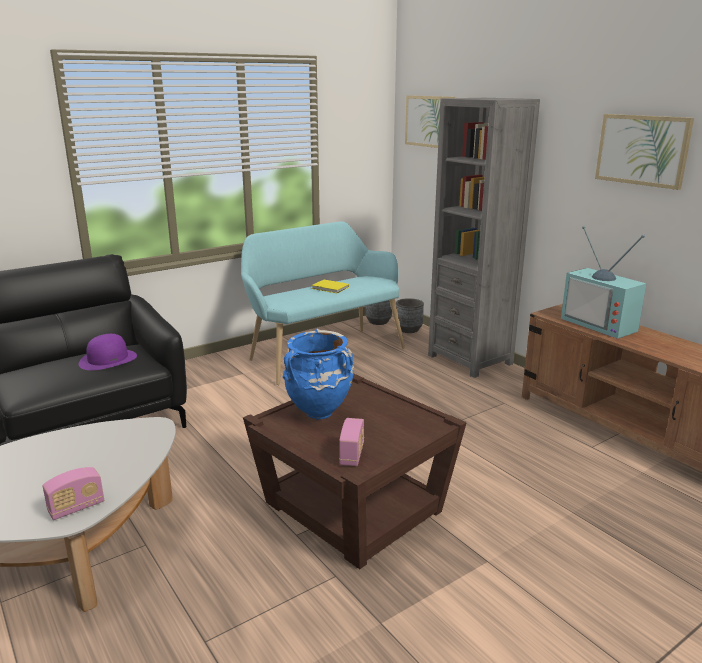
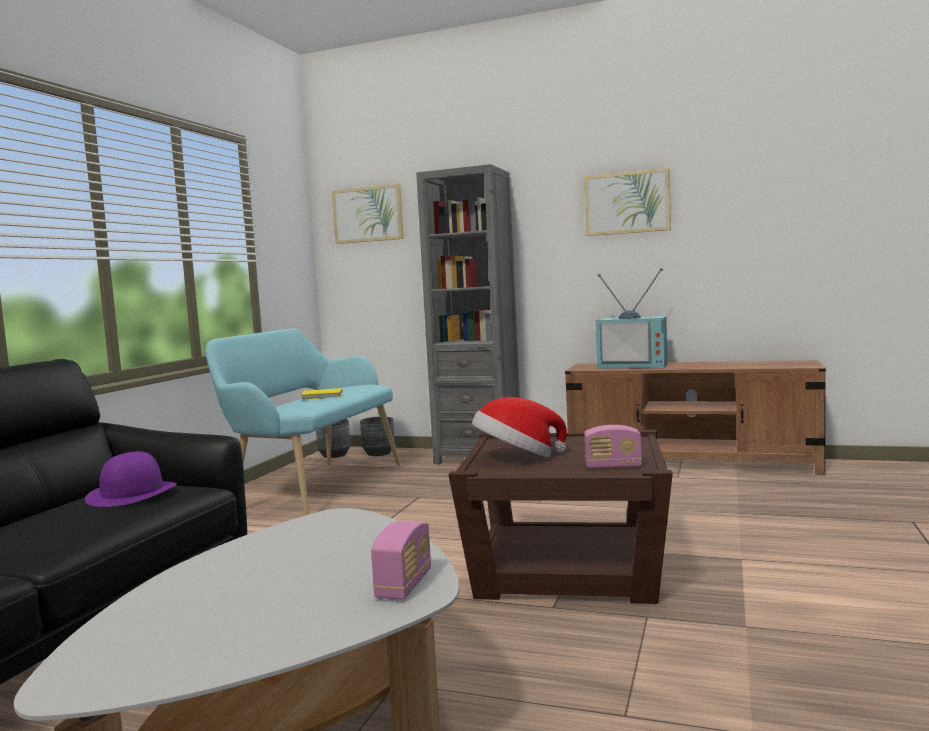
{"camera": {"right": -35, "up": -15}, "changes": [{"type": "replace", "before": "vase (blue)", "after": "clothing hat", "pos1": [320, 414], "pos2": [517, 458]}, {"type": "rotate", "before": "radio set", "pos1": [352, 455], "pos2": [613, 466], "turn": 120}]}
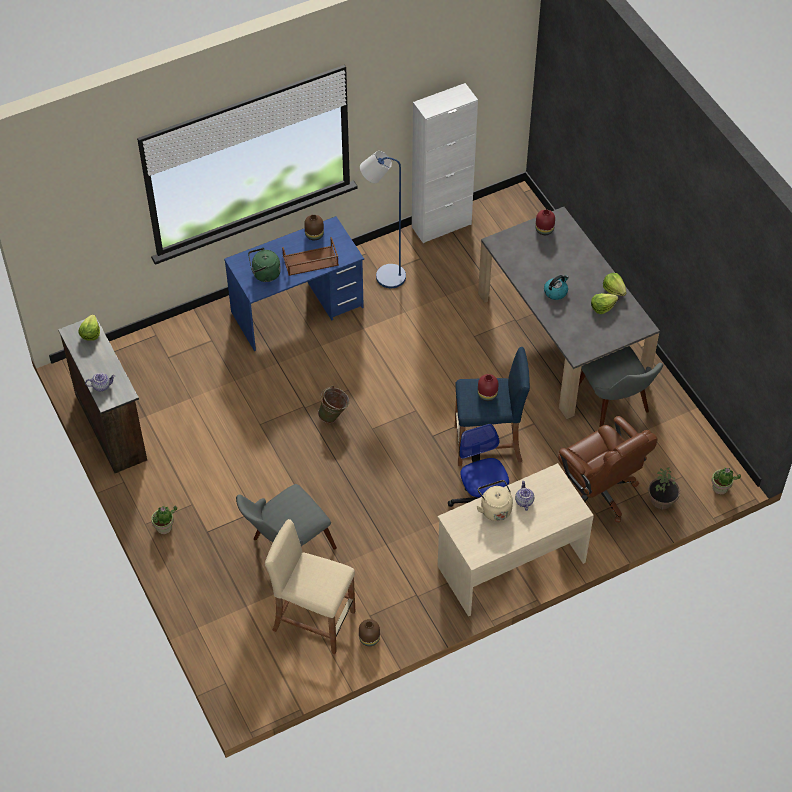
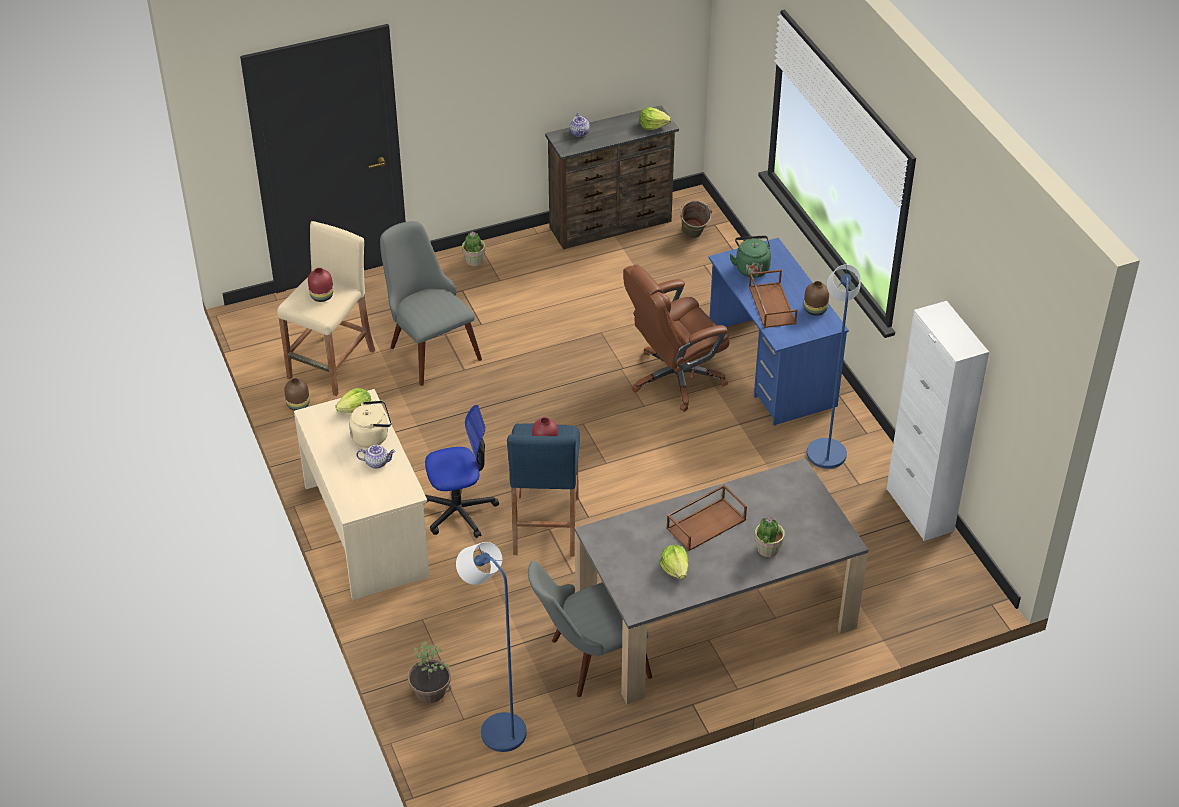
{"camera": {"right": 95, "up": -10}, "changes": [{"type": "move", "before": "vase (red-coloured)", "pos1": [544, 230], "pos2": [321, 296]}, {"type": "move", "before": "head of lettuce", "pos1": [614, 289], "pos2": [355, 409]}, {"type": "insert", "after": "standing lamp (blue)", "pos2": [497, 727]}, {"type": "move", "before": "computer chair (brown-coloured)", "pos1": [598, 493], "pos2": [675, 378]}, {"type": "replace", "before": "tea kettle", "after": "serving tray (brown-coloured)", "pos1": [555, 292], "pos2": [706, 523]}, {"type": "move", "before": "bucket (green)", "pos1": [334, 416], "pos2": [693, 237]}, {"type": "move", "before": "plant in a pot", "pos1": [720, 488], "pos2": [767, 549]}]}
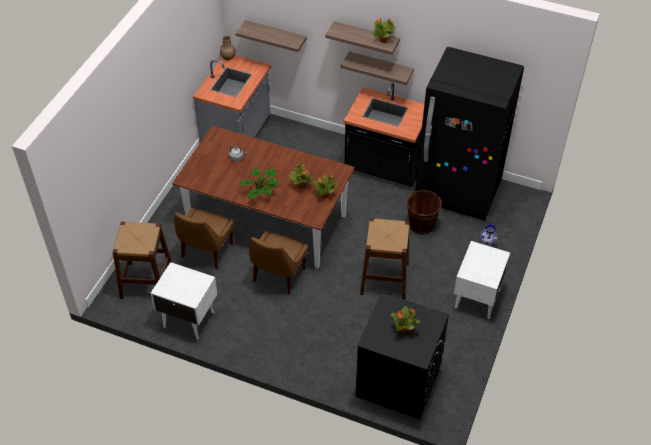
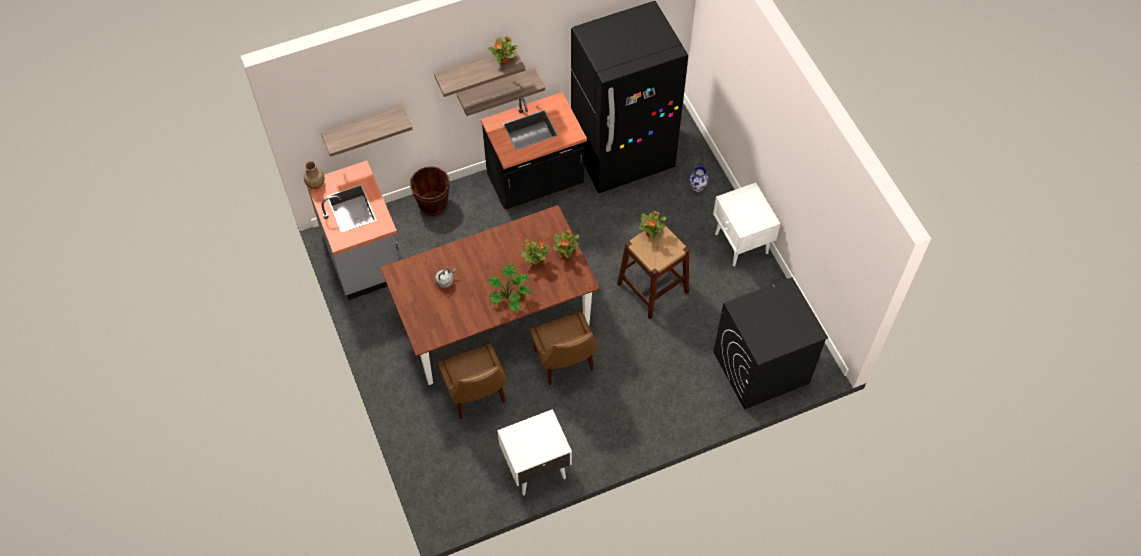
{"camera": {"right": -45, "up": 10}, "changes": [{"type": "move", "before": "bucket (brown-coloured)", "pos1": [421, 224], "pos2": [433, 204]}, {"type": "move", "before": "plant in a pot", "pos1": [404, 328], "pos2": [651, 233]}, {"type": "delete", "before": "sitting stool (brown-coloured)", "pos1": [146, 281]}]}
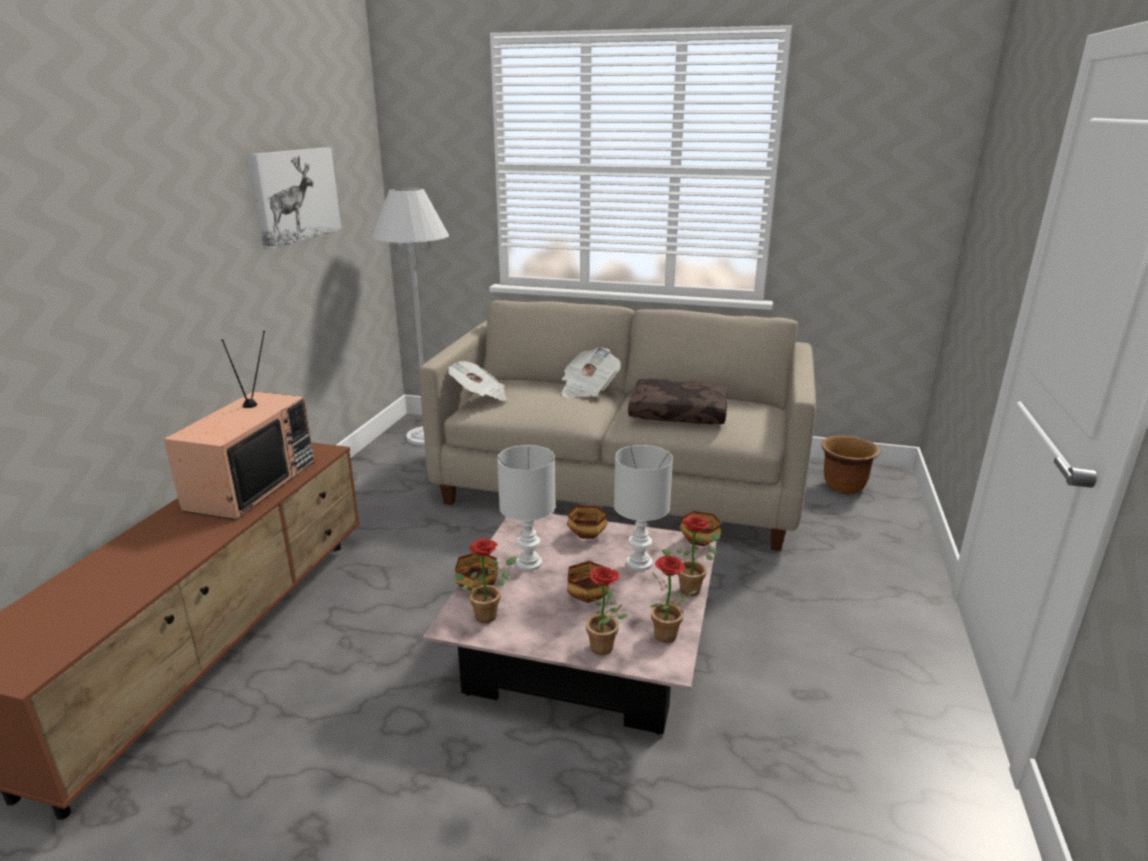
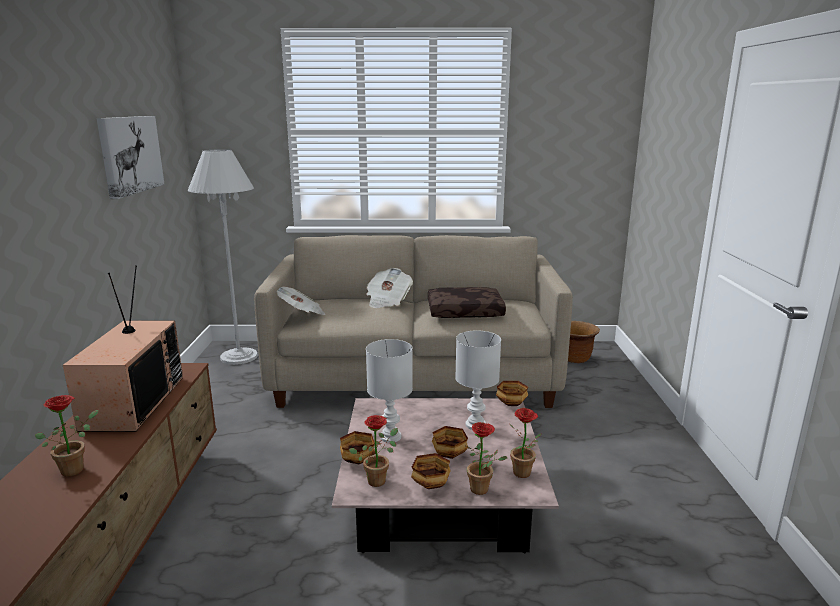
{"camera": {"right": -15, "up": -5}, "changes": [{"type": "move", "before": "plant in a pot", "pos1": [692, 588], "pos2": [76, 468]}, {"type": "move", "before": "serving bowl", "pos1": [585, 535], "pos2": [429, 484]}]}
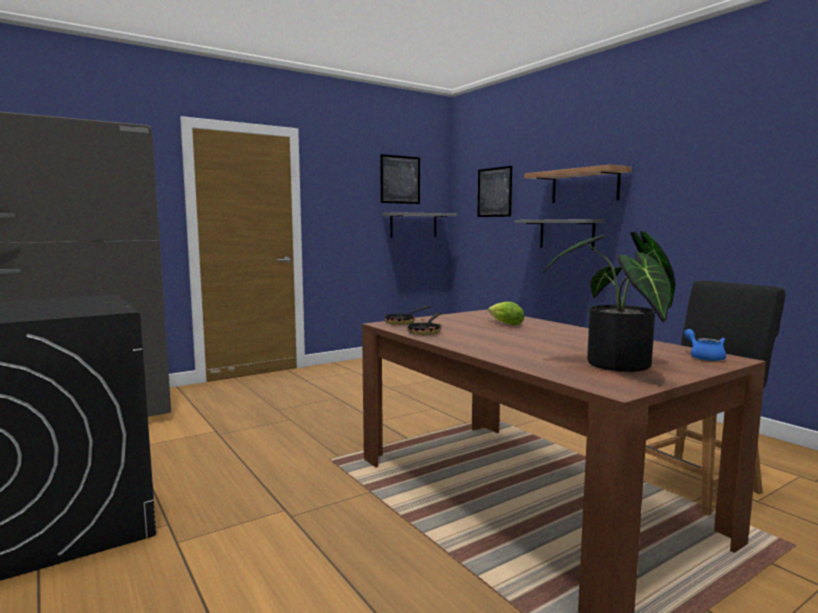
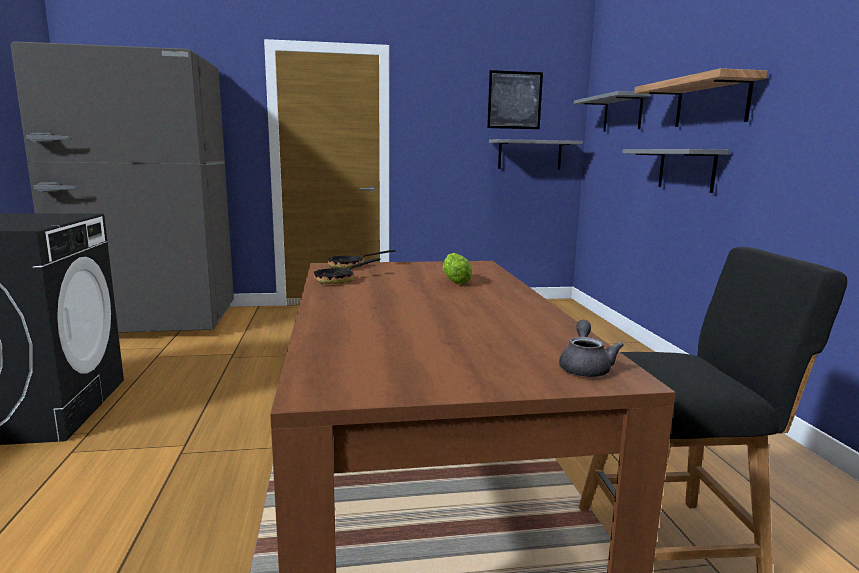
{"camera": {"right": 25, "up": 5}, "changes": [{"type": "recolor", "before": "tea pot (blue)", "after": "tea pot (grey)", "pos1": [704, 357], "pos2": [585, 367]}, {"type": "replace", "before": "wall picture", "after": "bracket shelf (grey)", "pos1": [494, 192], "pos2": [622, 113]}, {"type": "delete", "before": "plant in a pot", "pos1": [617, 366]}]}
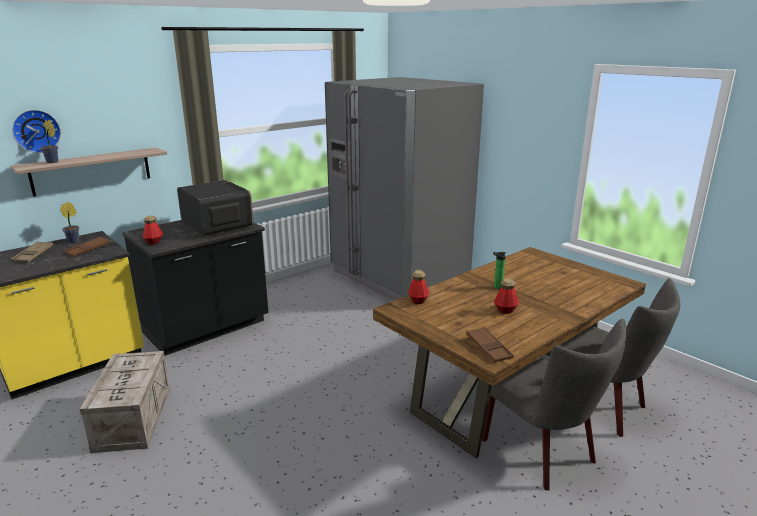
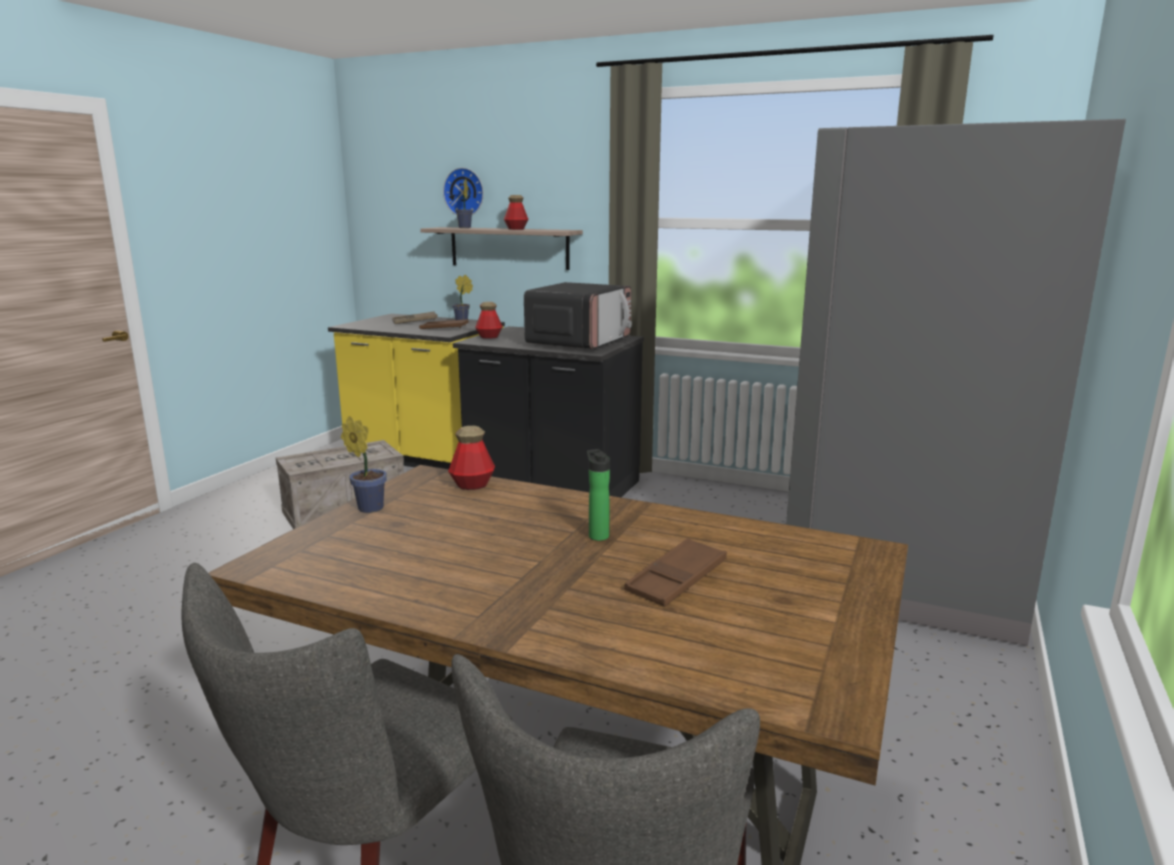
{"camera": {"right": 65, "up": -5}, "changes": [{"type": "insert", "after": "plant in a pot", "pos2": [368, 507]}, {"type": "move", "before": "drink bottle", "pos1": [505, 310], "pos2": [516, 229]}, {"type": "move", "before": "serving tray (brown-coloured)", "pos1": [488, 348], "pos2": [676, 579]}]}
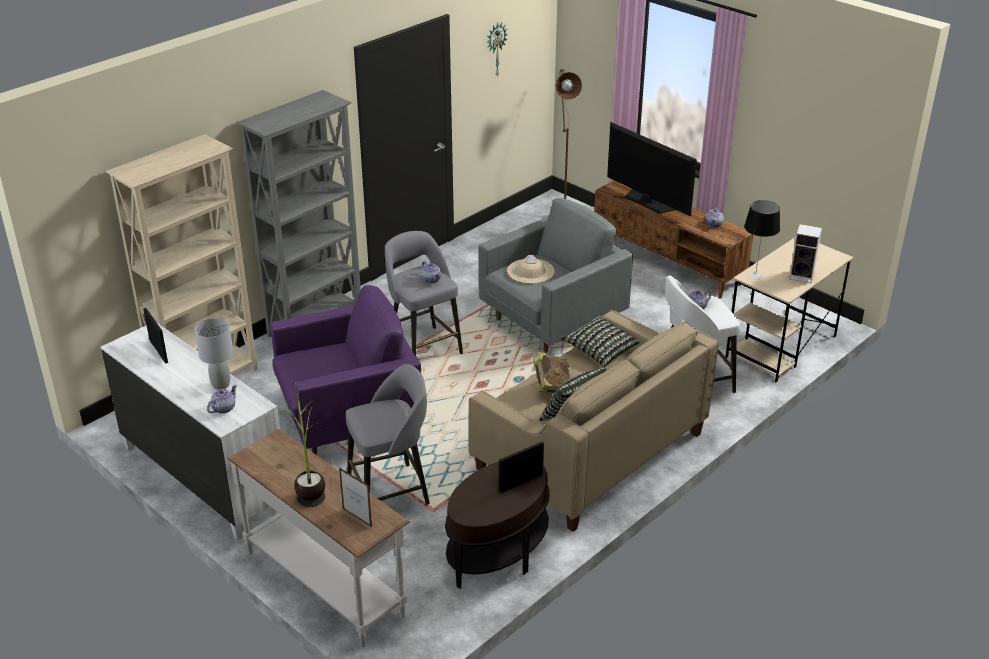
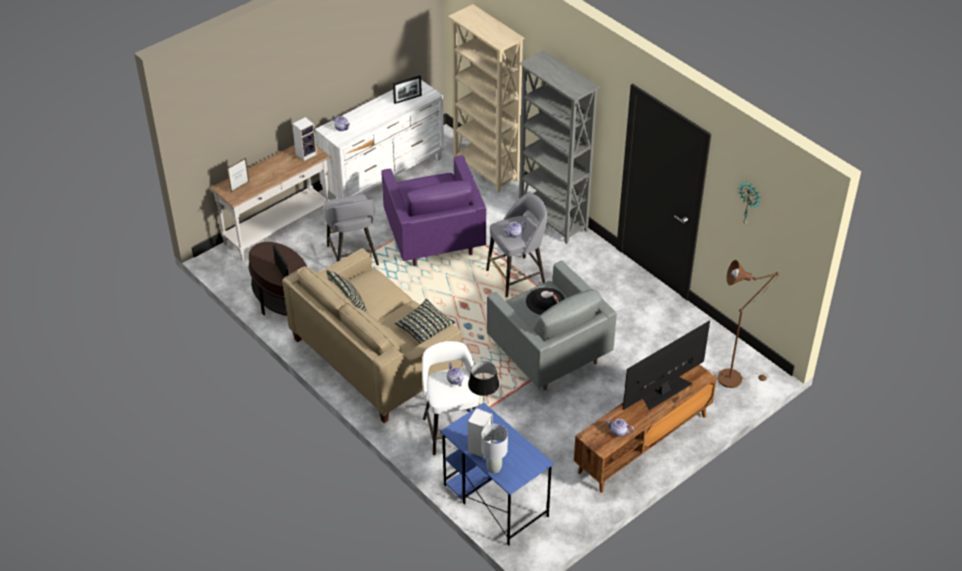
{"camera": {"right": 95, "up": 10}, "changes": [{"type": "insert", "after": "loudspeaker", "pos2": [306, 153]}, {"type": "recolor", "before": "desk table (beige)", "after": "desk table (blue)", "pos1": [780, 347], "pos2": [495, 500]}, {"type": "move", "before": "table lamp (grey)", "pos1": [221, 384], "pos2": [494, 468]}, {"type": "recolor", "before": "clothing hat (beige)", "after": "clothing hat (black-coloured)", "pos1": [530, 271], "pos2": [545, 302]}, {"type": "delete", "before": "plant in a pot", "pos1": [309, 485]}, {"type": "delete", "before": "book", "pos1": [552, 387]}]}
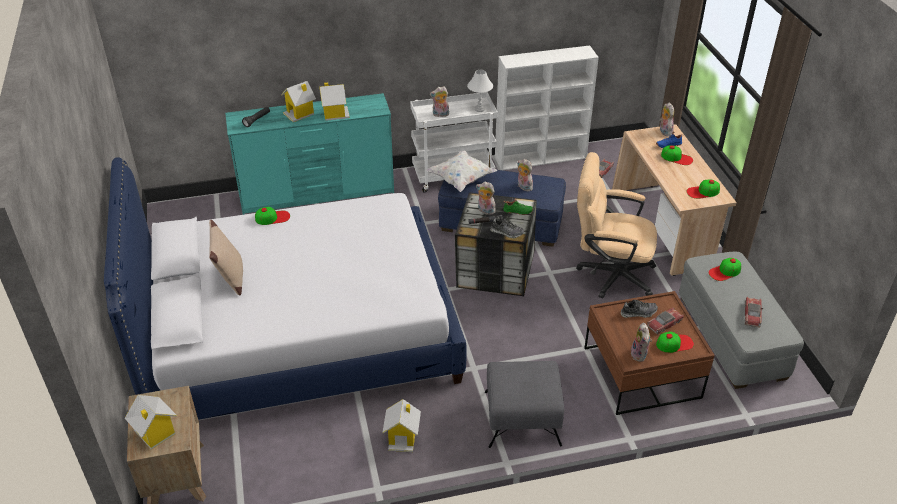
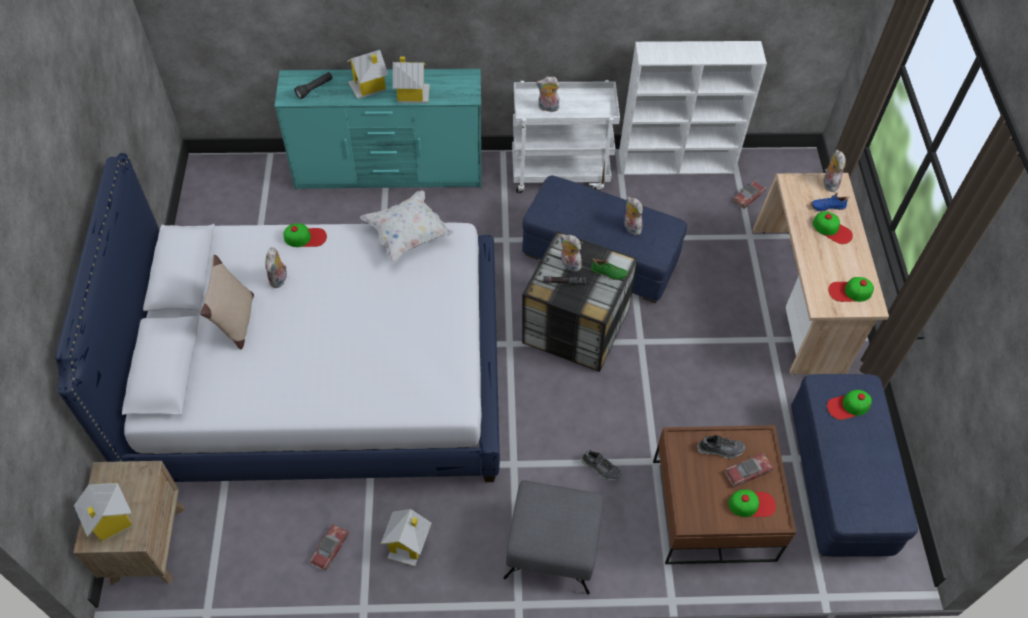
{"camera": {"right": 10, "up": 15}, "changes": [{"type": "move", "before": "plush toy", "pos1": [640, 355], "pos2": [279, 280]}, {"type": "move", "before": "toy car", "pos1": [752, 315], "pos2": [330, 549]}, {"type": "move", "before": "cushion (whitish)", "pos1": [461, 180], "pos2": [408, 235]}, {"type": "move", "before": "item of footwear", "pos1": [507, 232], "pos2": [600, 468]}, {"type": "recolor", "before": "footrest (grey)", "after": "footrest (blue)", "pos1": [731, 337], "pos2": [840, 479]}, {"type": "delete", "before": "table lamp (whitish)", "pos1": [479, 109]}, {"type": "delete", "before": "computer chair (beige)", "pos1": [609, 274]}]}
